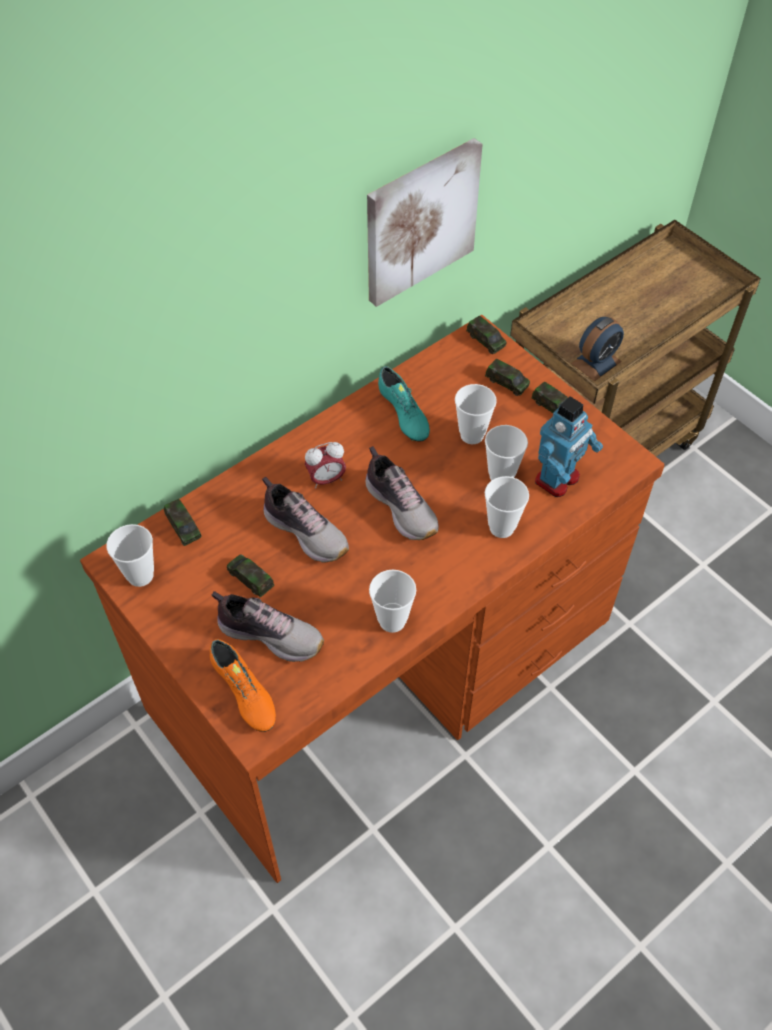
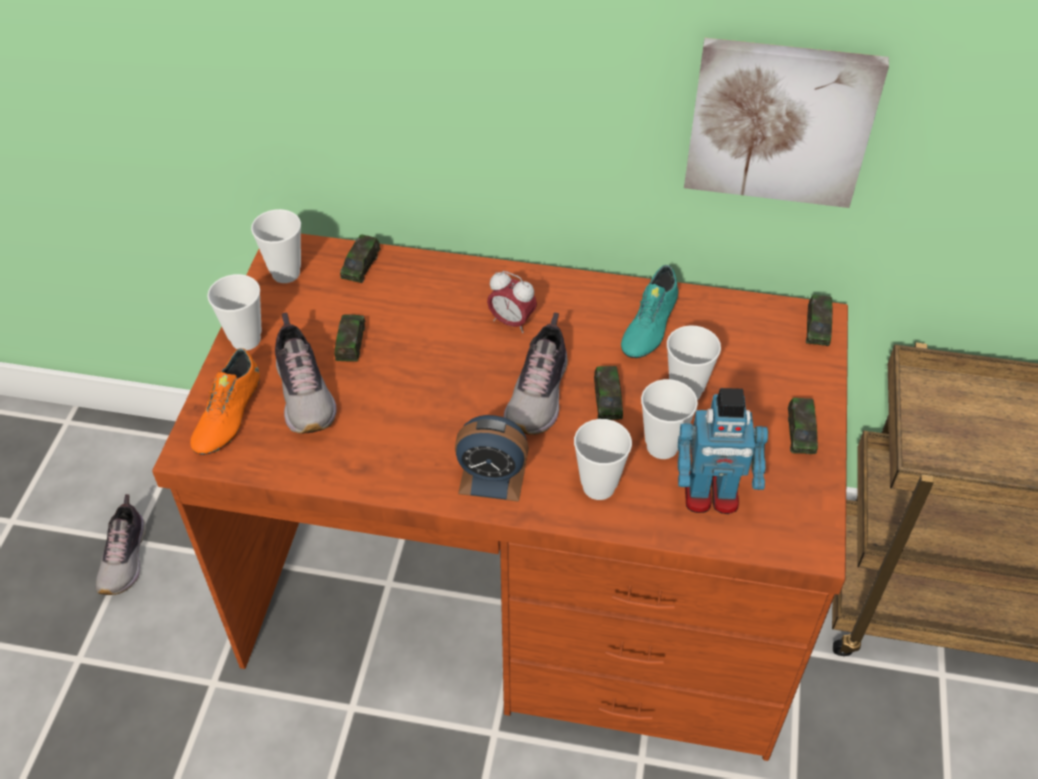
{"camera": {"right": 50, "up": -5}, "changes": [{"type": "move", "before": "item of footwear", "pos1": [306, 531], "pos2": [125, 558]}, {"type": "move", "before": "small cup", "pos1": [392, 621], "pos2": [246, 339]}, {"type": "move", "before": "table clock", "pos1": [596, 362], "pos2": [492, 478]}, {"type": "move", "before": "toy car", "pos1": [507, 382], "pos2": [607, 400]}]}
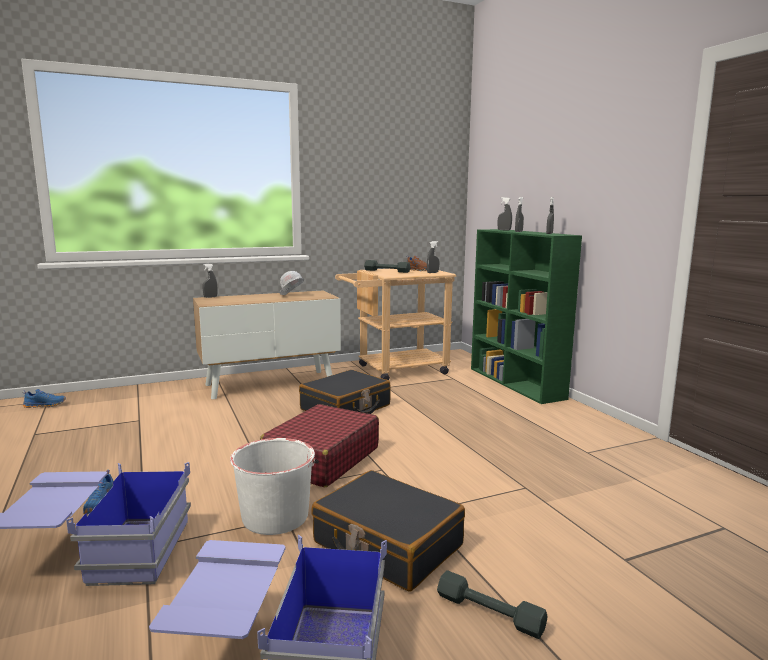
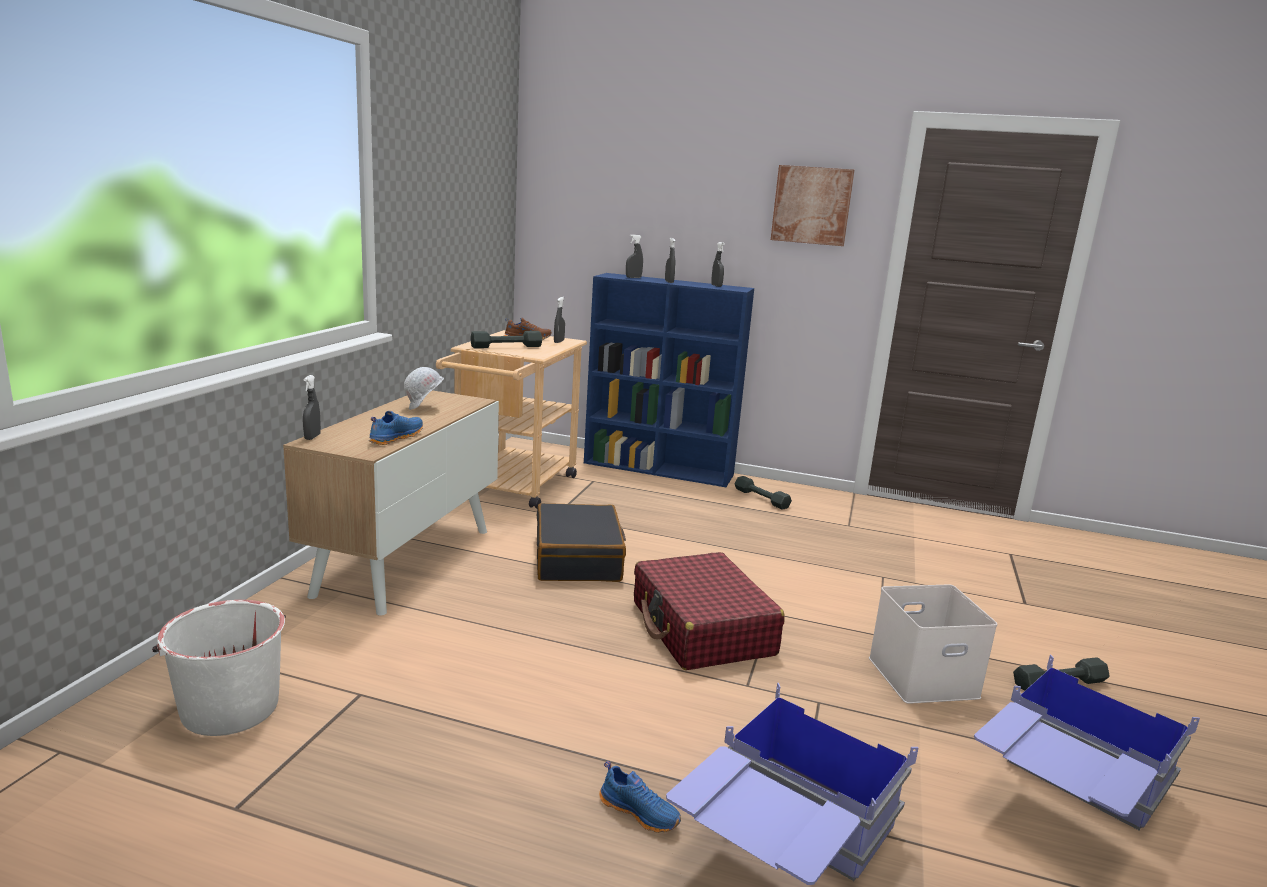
{"camera": {"right": -50, "up": 5}, "changes": [{"type": "move", "before": "bucket (whitish)", "pos1": [275, 516], "pos2": [229, 708]}, {"type": "move", "before": "item of footwear (blue)", "pos1": [45, 405], "pos2": [395, 437]}, {"type": "recolor", "before": "shelving unit (green)", "after": "shelving unit (blue)", "pos1": [516, 383], "pos2": [660, 469]}, {"type": "insert", "after": "hand weight (grey)", "pos2": [761, 498]}, {"type": "insert", "after": "wall picture", "pos2": [811, 205]}, {"type": "replace", "before": "travel case (black-coloured)", "after": "storage bin (whitish)", "pos1": [387, 544], "pos2": [923, 676]}]}
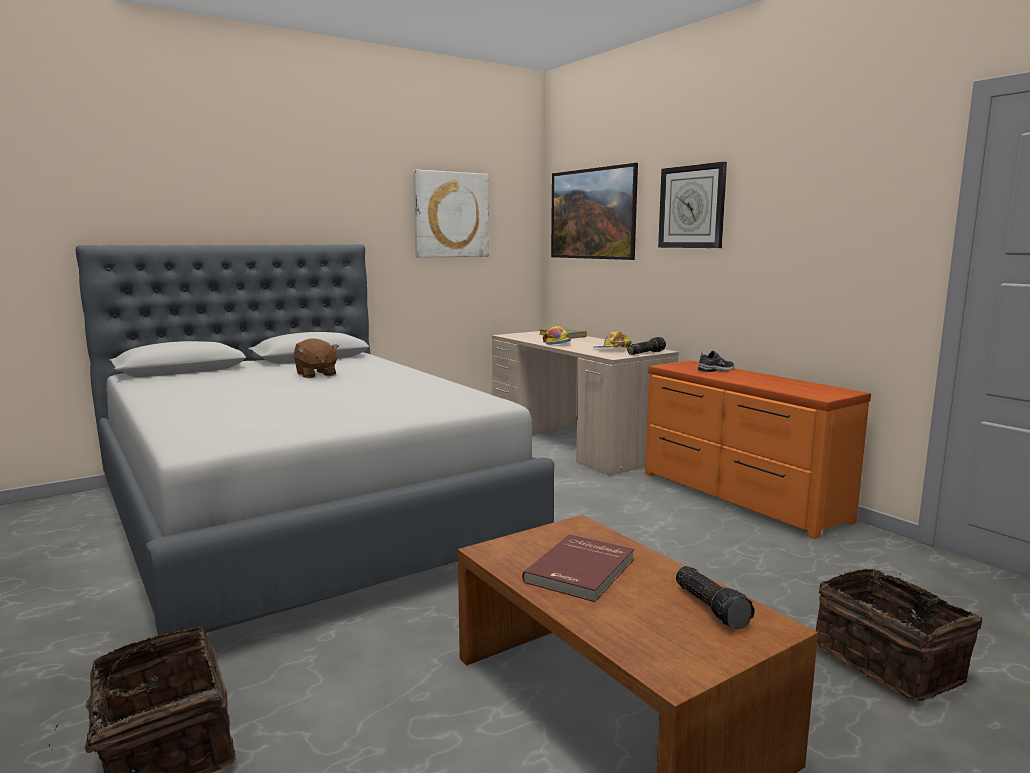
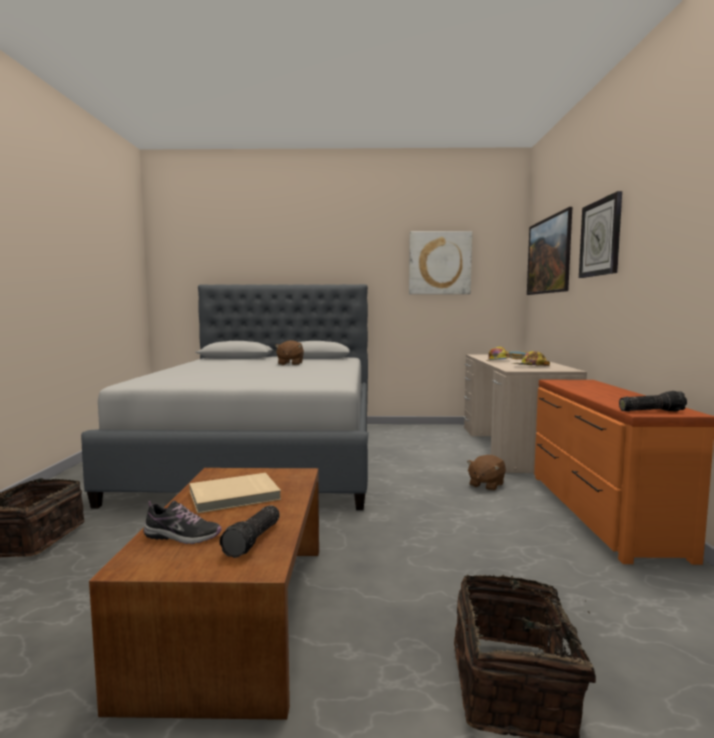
{"camera": {"right": 35, "up": -5}, "changes": [{"type": "move", "before": "item of footwear", "pos1": [716, 370], "pos2": [182, 536]}, {"type": "recolor", "before": "book (red-coloured)", "after": "book (beige)", "pos1": [582, 571], "pos2": [234, 496]}, {"type": "insert", "after": "plush toy (brown-coloured)", "pos2": [486, 485]}, {"type": "move", "before": "hand torch", "pos1": [645, 353], "pos2": [651, 411]}]}
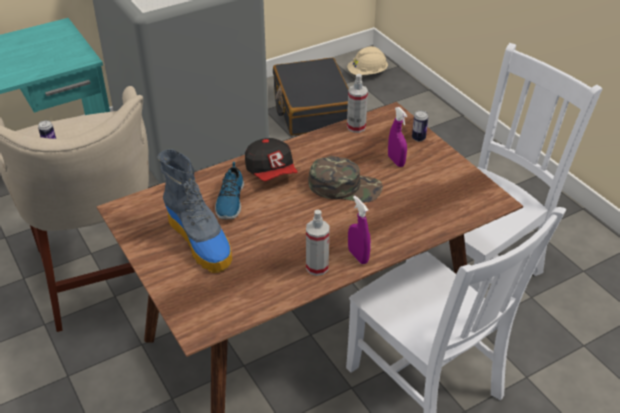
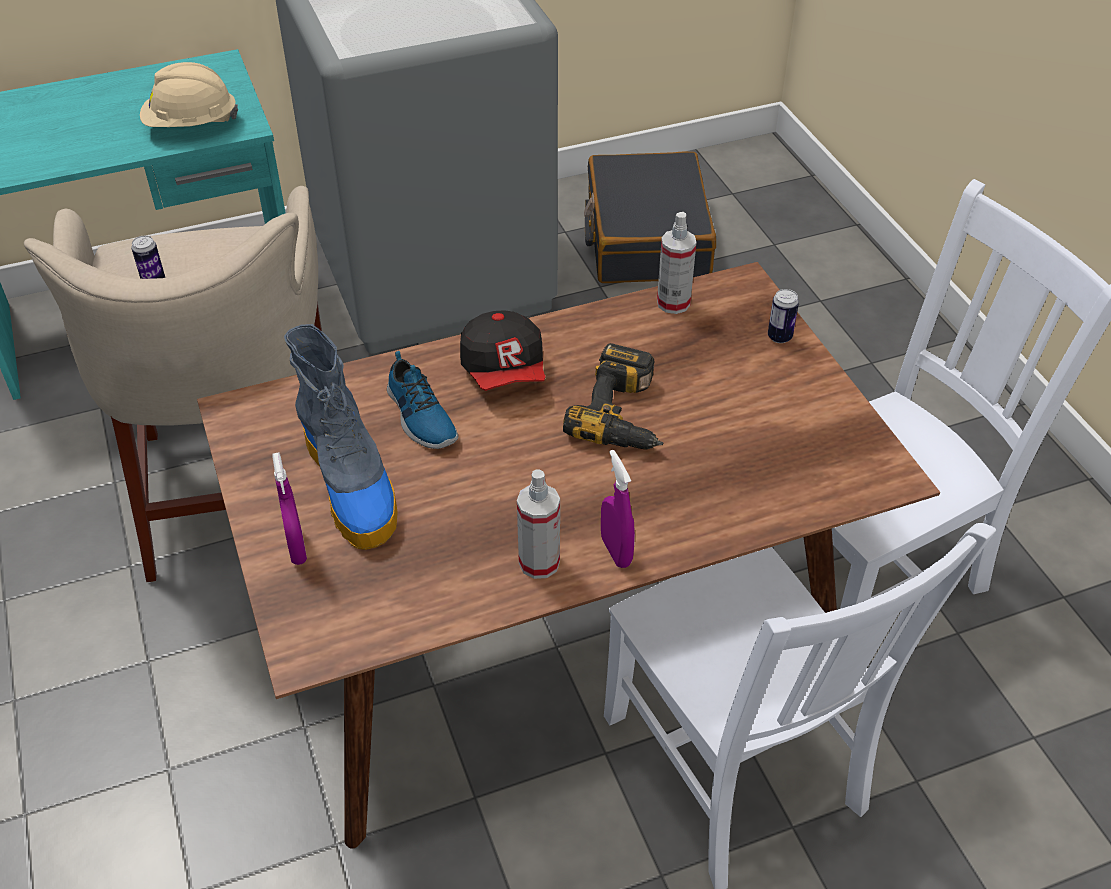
{"camera": {"right": 10, "up": 5}, "changes": [{"type": "move", "before": "work helmet (beige)", "pos1": [367, 73], "pos2": [191, 125]}, {"type": "move", "before": "hand sprayer (purple)", "pos1": [396, 161], "pos2": [297, 548]}, {"type": "rotate", "before": "item of footwear", "pos1": [229, 201], "pos2": [420, 417], "turn": -45}, {"type": "replace", "before": "peaked cap (green)", "after": "power drill", "pos1": [345, 186], "pos2": [626, 414]}]}
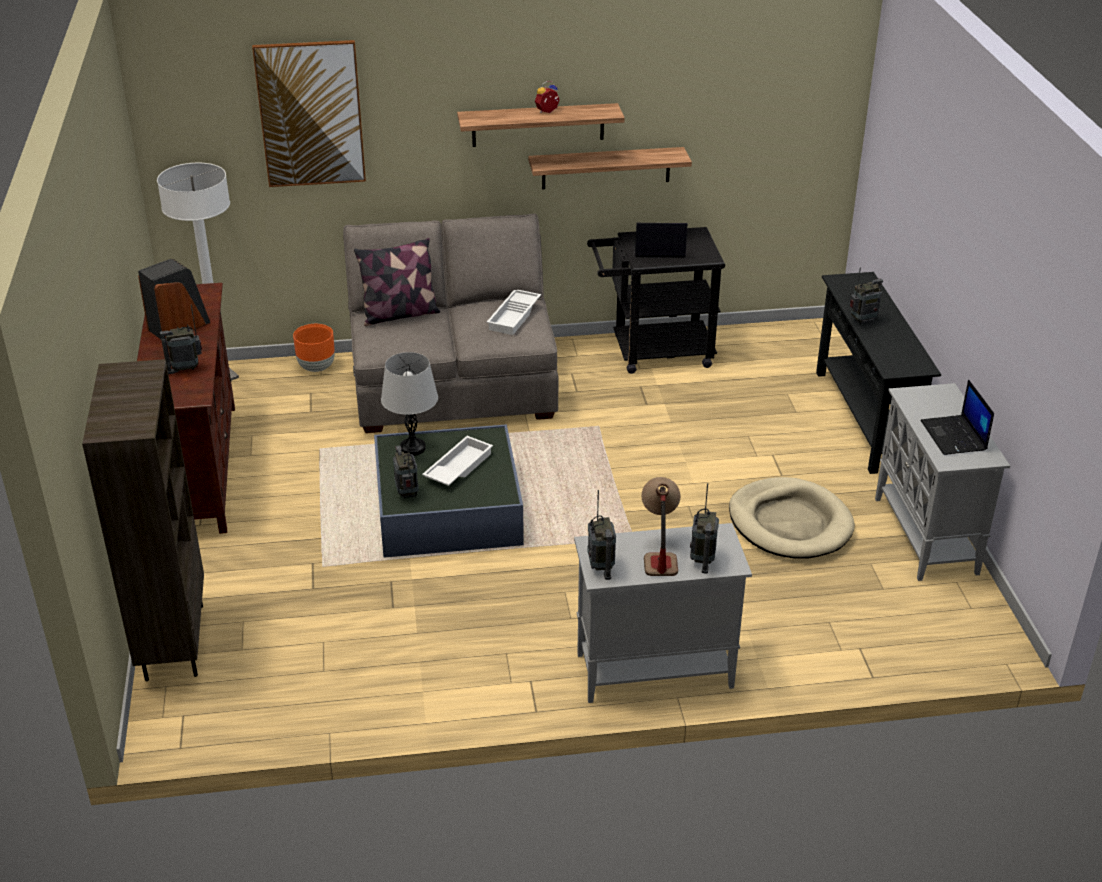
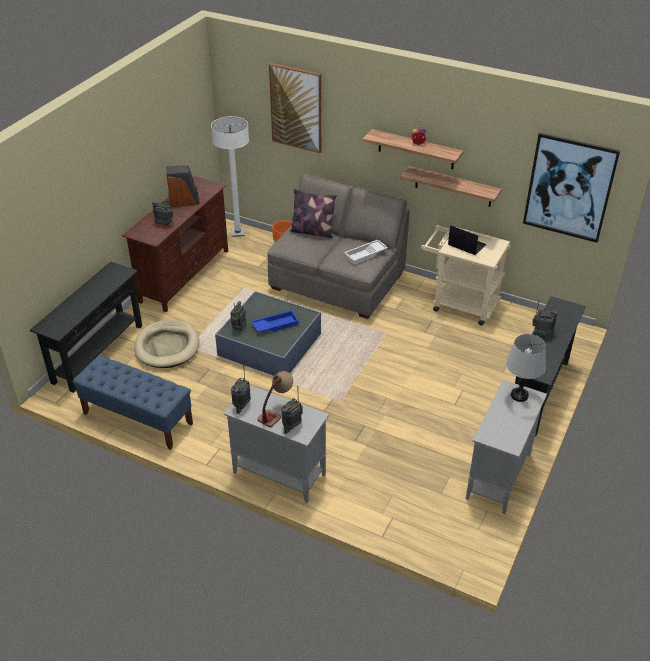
{"camera": {"right": 35, "up": 5}, "changes": [{"type": "replace", "before": "shelving unit (brown-coloured)", "after": "console table (black-coloured)", "pos1": [173, 641], "pos2": [97, 353]}, {"type": "insert", "after": "bench (blue)", "pos2": [137, 418]}, {"type": "move", "before": "dog bed (beige)", "pos1": [790, 523], "pos2": [167, 346]}, {"type": "recolor", "before": "serving tray (whitish)", "after": "serving tray (blue)", "pos1": [457, 467], "pos2": [275, 324]}, {"type": "recolor", "before": "cart (black-coloured)", "after": "cart (beige)", "pos1": [652, 352], "pos2": [459, 304]}, {"type": "move", "before": "table lamp (grey)", "pos1": [412, 448], "pos2": [519, 395]}, {"type": "insert", "after": "wall picture", "pos2": [569, 188]}, {"type": "delete", "before": "notebook computer", "pos1": [954, 436]}]}
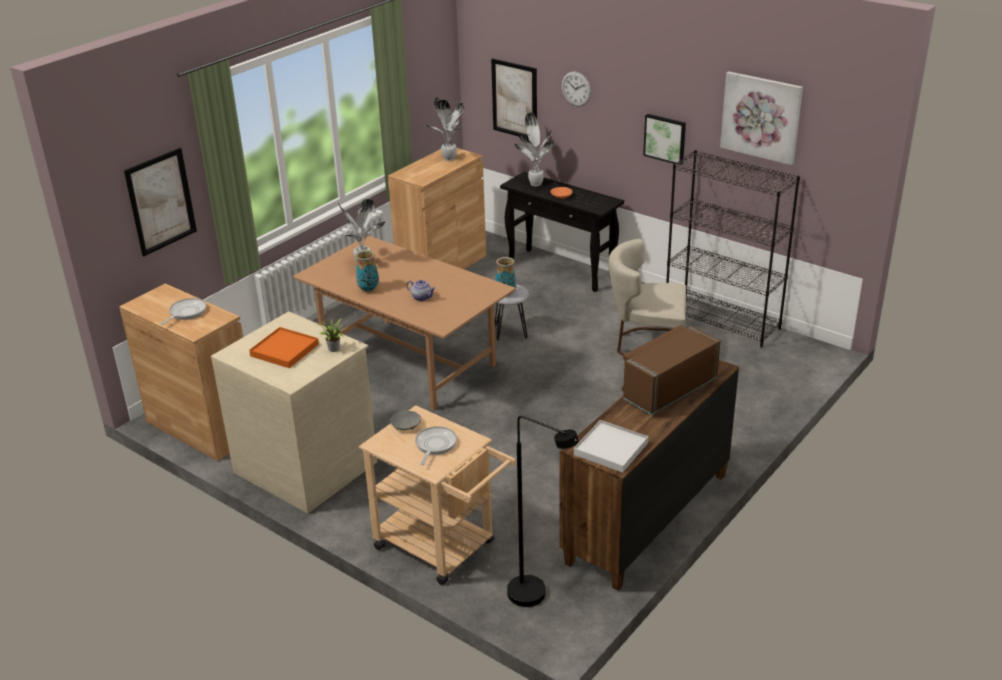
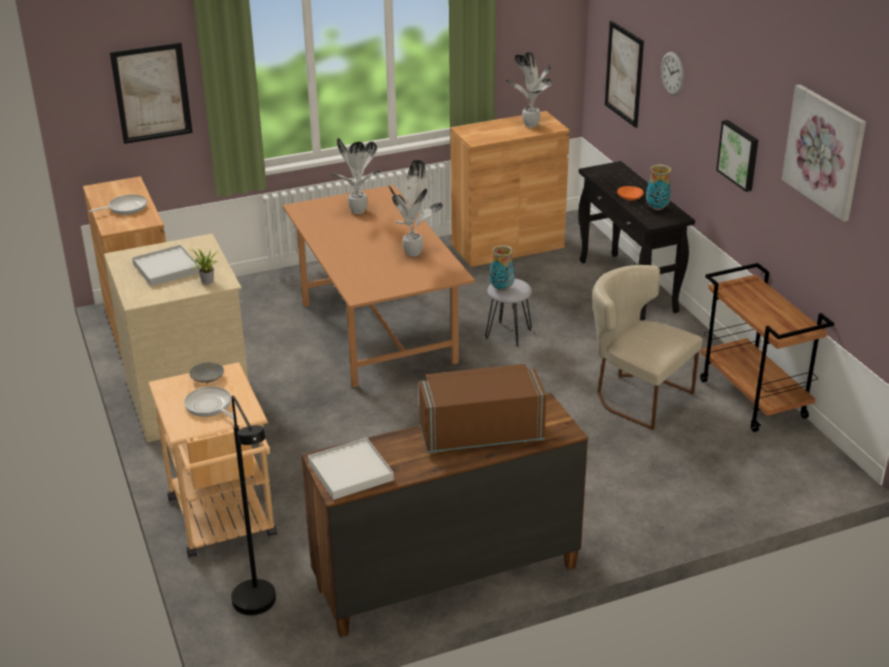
{"camera": {"right": 30, "up": 0}, "changes": [{"type": "recolor", "before": "serving tray (orange-coloured)", "after": "serving tray (whitish)", "pos1": [284, 350], "pos2": [166, 268]}, {"type": "rotate", "before": "frying pan", "pos1": [435, 445], "pos2": [210, 406], "turn": -90}, {"type": "move", "before": "plant in a pot", "pos1": [535, 183], "pos2": [413, 252]}, {"type": "move", "before": "vase", "pos1": [368, 289], "pos2": [657, 208]}, {"type": "replace", "before": "shelving unit (black-coloured)", "after": "cart (brown-coloured)", "pos1": [722, 321], "pos2": [754, 399]}, {"type": "delete", "before": "tea pot", "pos1": [422, 297]}]}
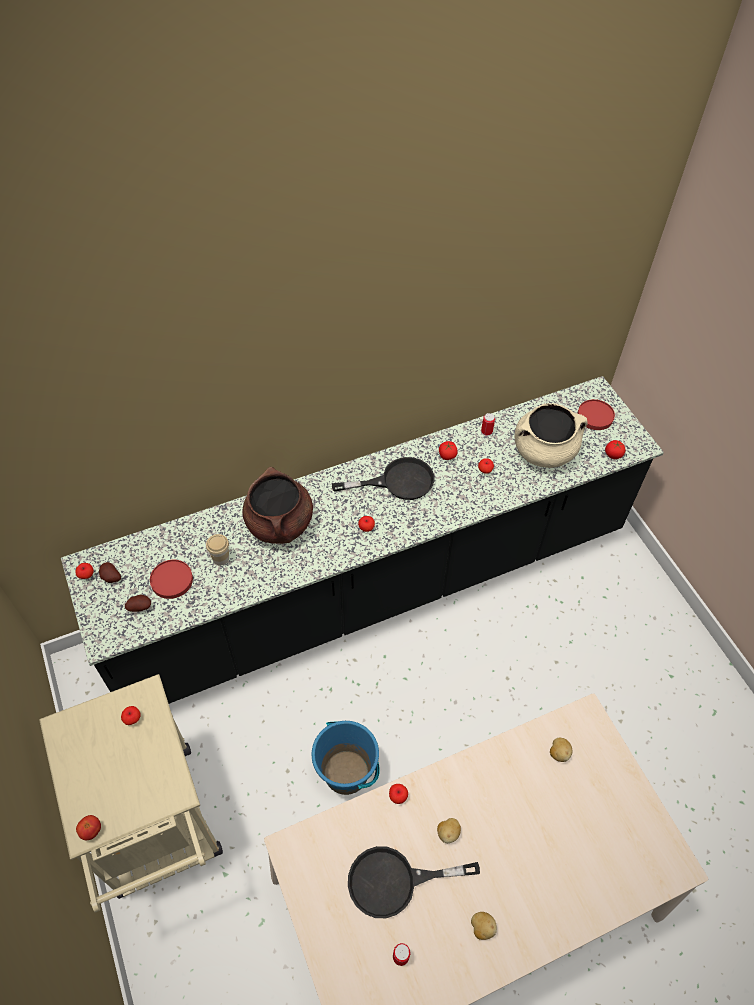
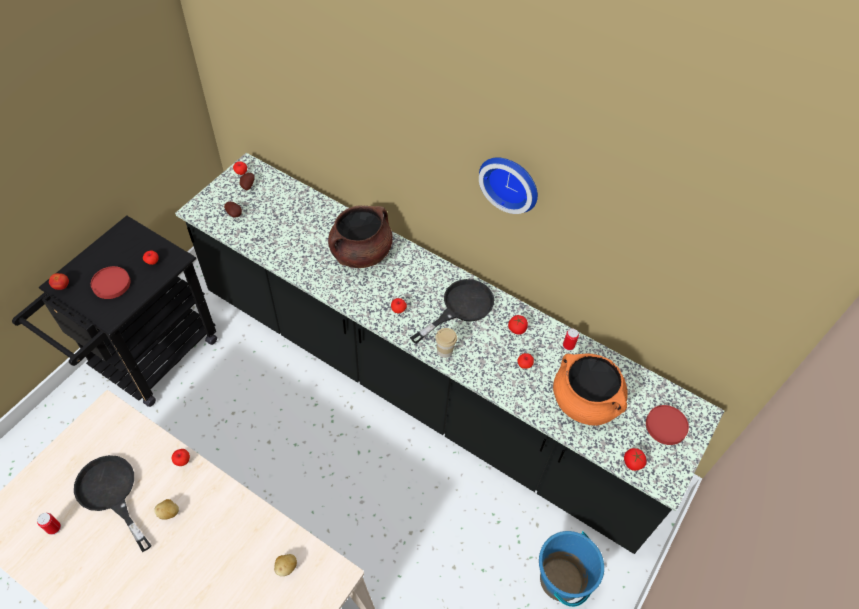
{"camera": {"right": 55, "up": 0}, "changes": [{"type": "recolor", "before": "cart (beige)", "after": "cart (black-coloured)", "pos1": [160, 831], "pos2": [147, 360]}, {"type": "move", "before": "plate (red-coloured)", "pos1": [171, 580], "pos2": [111, 284]}, {"type": "rotate", "before": "frying pan (black-coloured)", "pos1": [397, 482], "pos2": [460, 308], "turn": -90}, {"type": "move", "before": "small cup", "pos1": [221, 558], "pos2": [444, 350]}, {"type": "insert", "after": "hanging clock", "pos2": [511, 182]}, {"type": "move", "before": "bucket (blue)", "pos1": [346, 772], "pos2": [561, 580]}, {"type": "recolor", "before": "stockpot (beige)", "after": "stockpot (orange-coloured)", "pos1": [544, 451], "pos2": [585, 401]}, {"type": "delete", "before": "potato", "pos1": [482, 927]}]}
